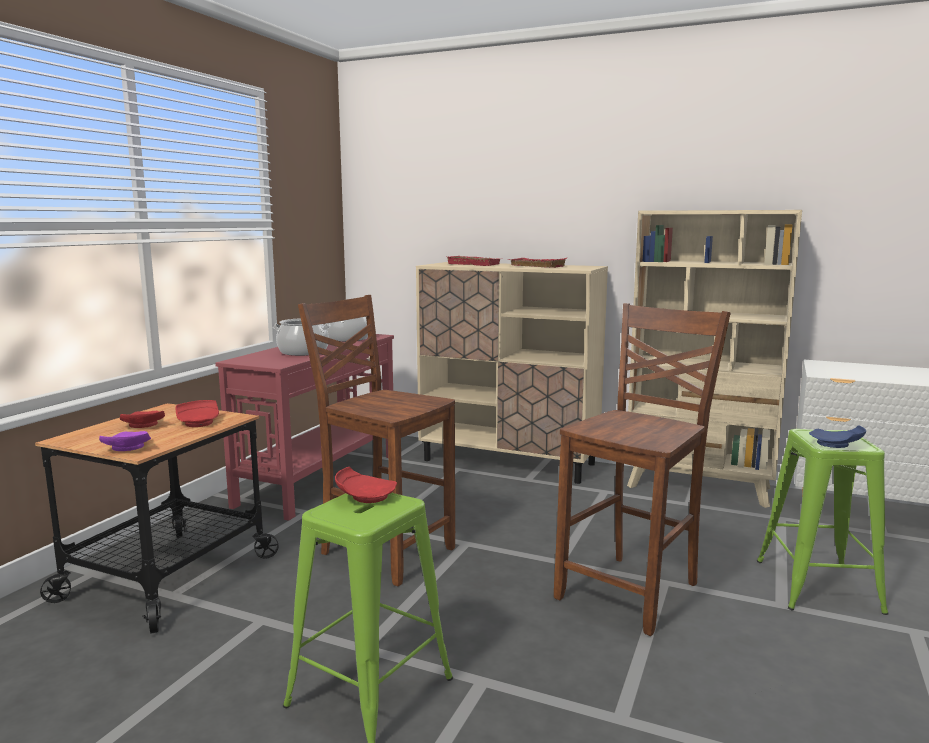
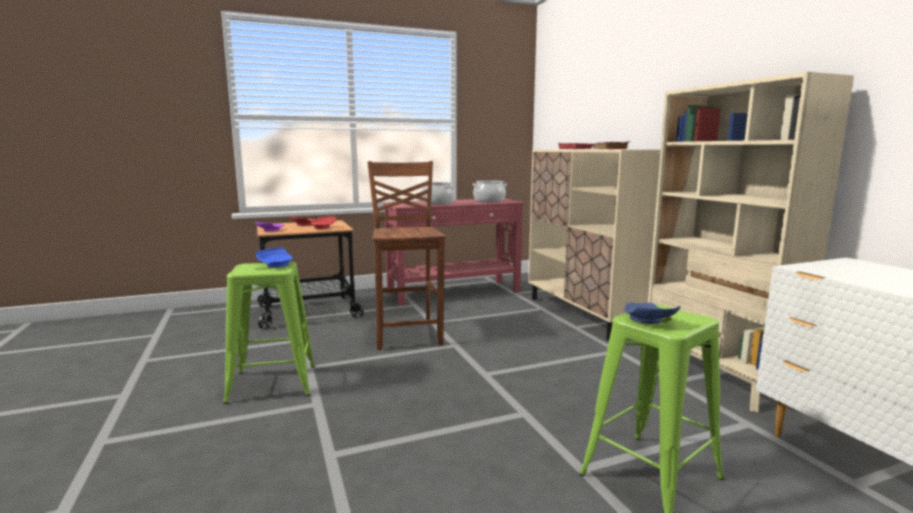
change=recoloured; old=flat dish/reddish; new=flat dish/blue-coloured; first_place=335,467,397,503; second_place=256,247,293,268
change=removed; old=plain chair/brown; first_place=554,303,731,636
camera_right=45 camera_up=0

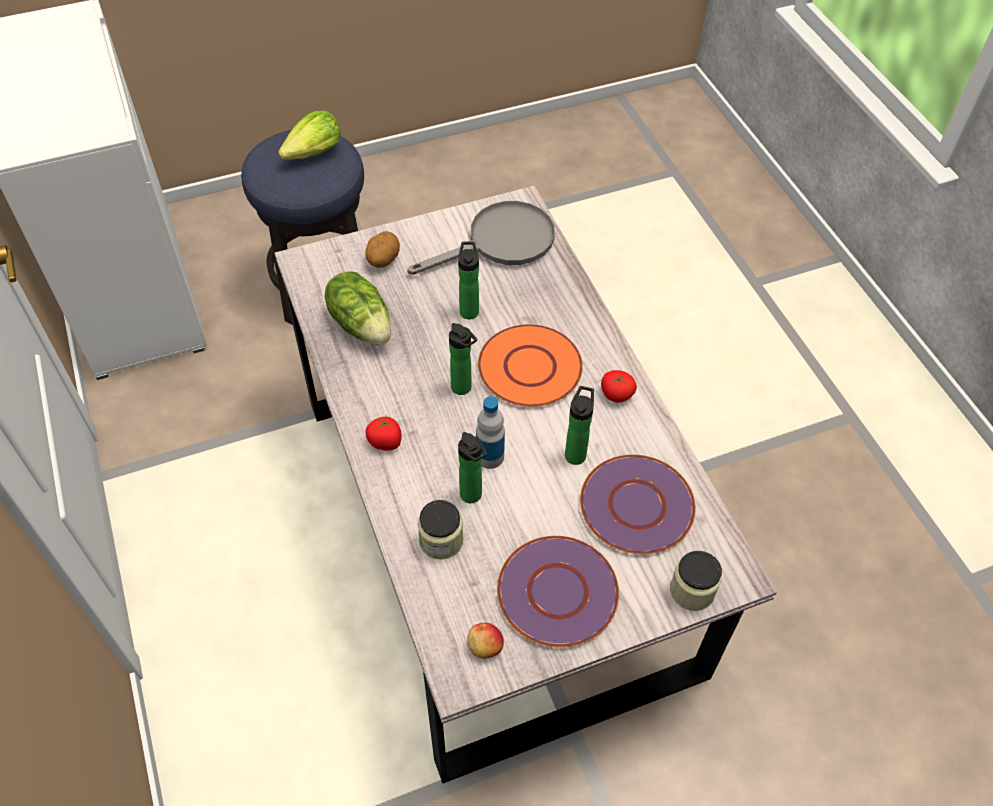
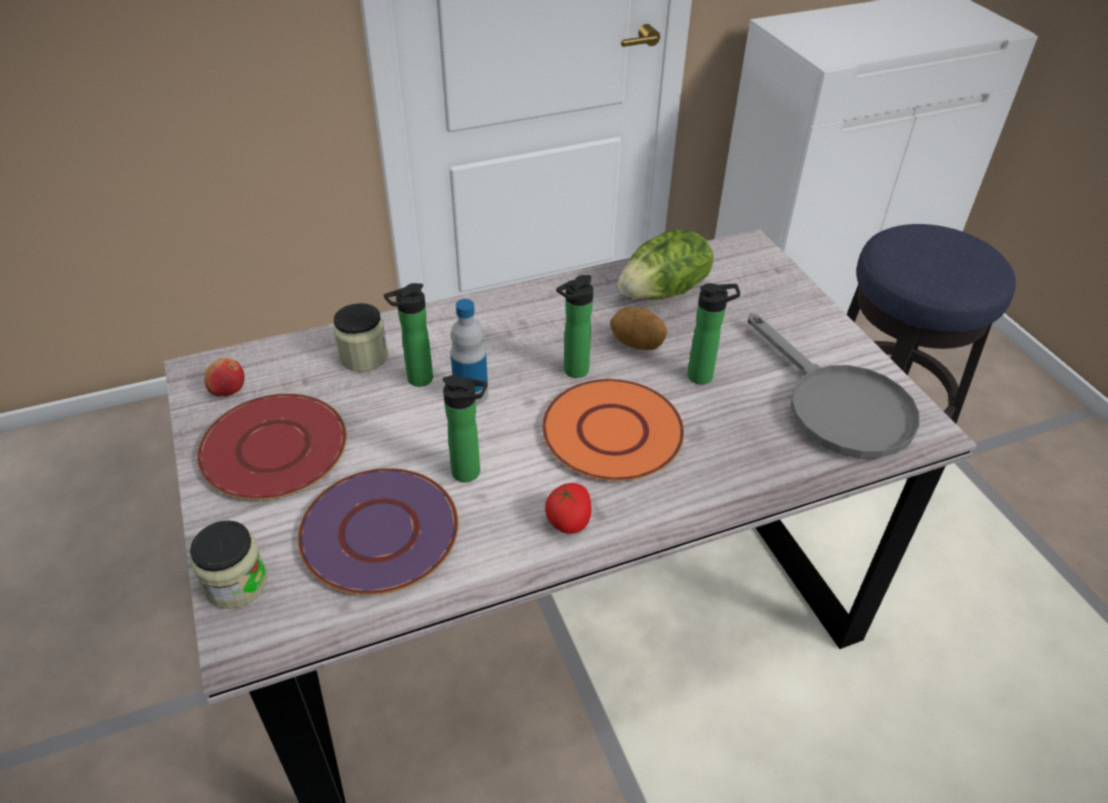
change=removed; old=lettuce head; first_place=278,110,341,160
change=moved; old=whole potato; first_place=365,231,400,268; second_place=610,307,667,350
change=removed; old=fresh tomato; first_place=365,415,401,451
change=recoloured; old=flat dish/purple; new=flat dish/reddish; first_place=497,536,619,648; second_place=197,394,347,500
camera_right=90 camera_up=-10

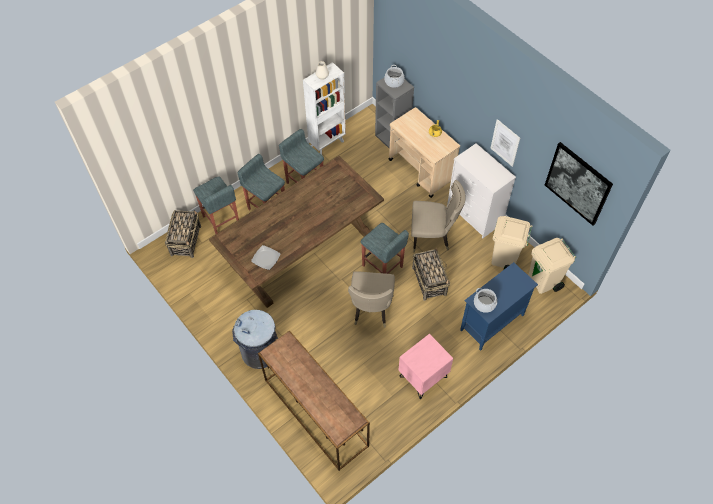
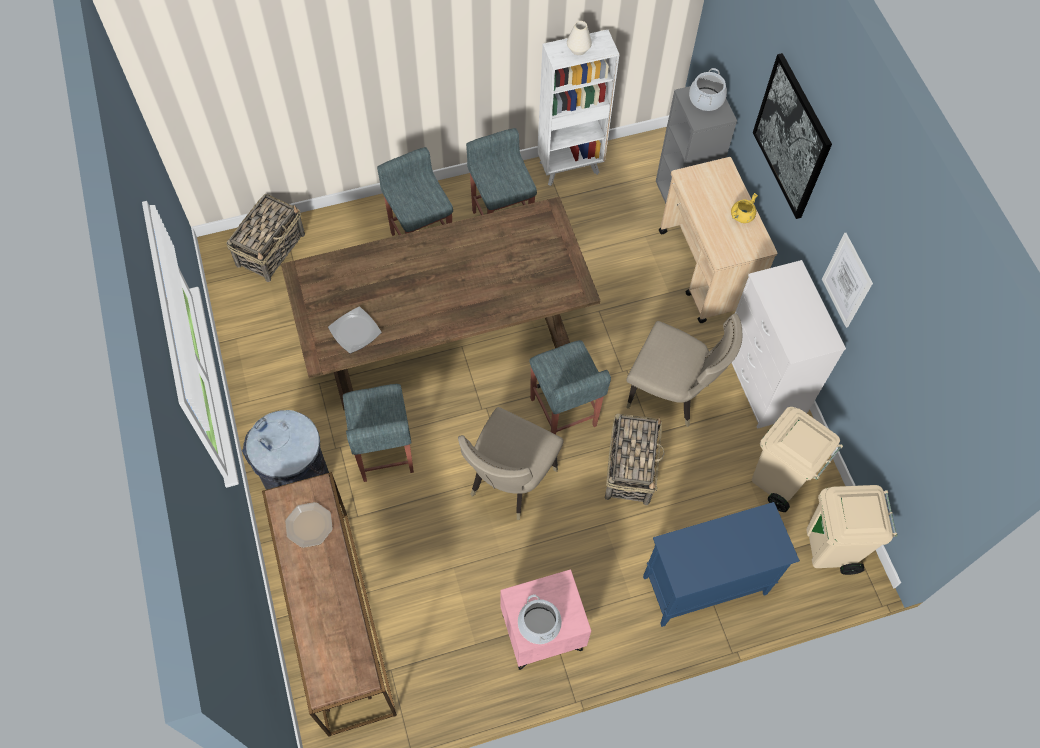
change=moved; old=sitting stool/grey; first_place=193,176,239,234; second_place=343,384,414,482
change=moved; old=saucepot; first_place=474,288,497,313; second_place=518,594,562,644
change=moved; old=picture; first_place=545,142,613,226; second_place=753,53,832,219
change=added; new=flat dish; second_place=285,502,333,548
camera_right=20 camera_up=5

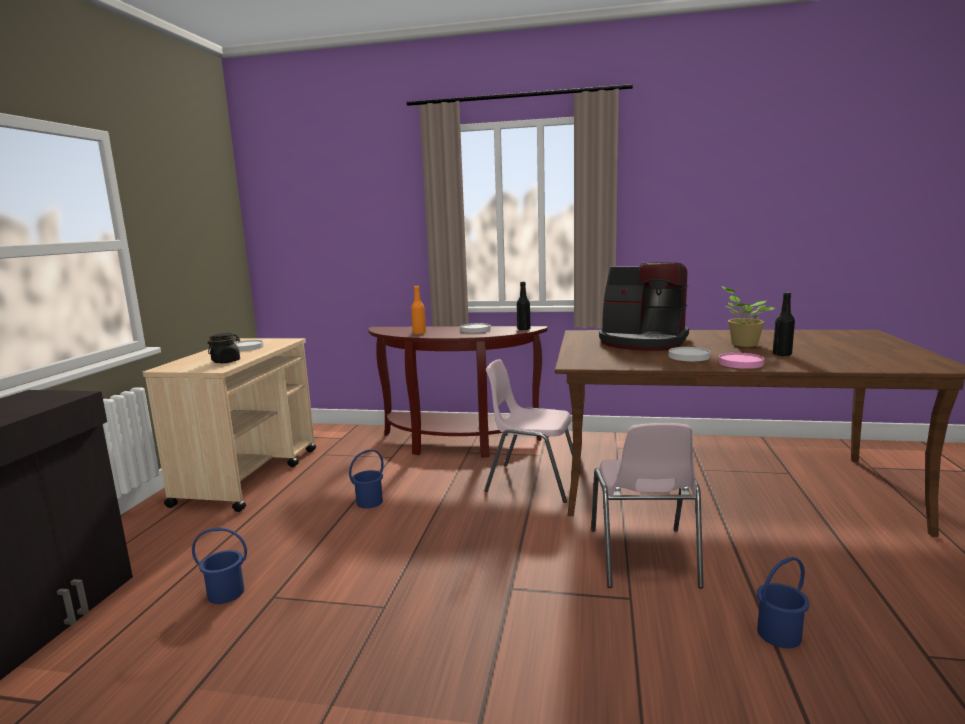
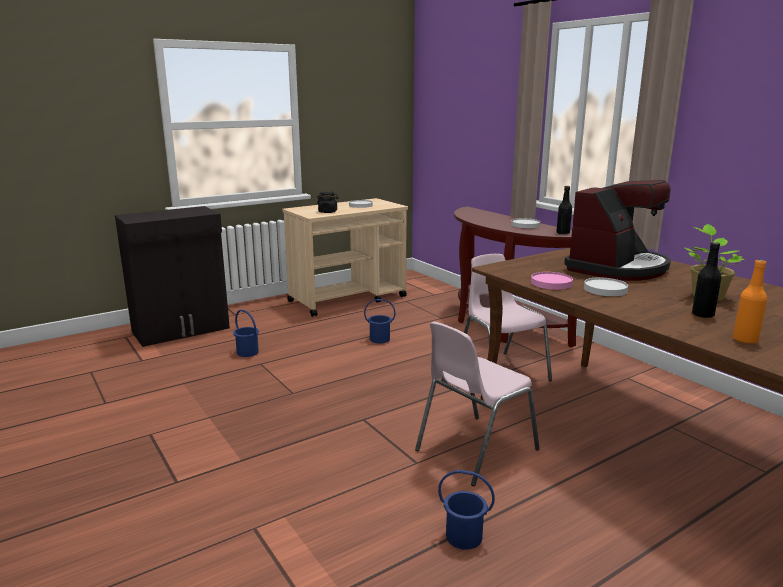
change=moved; old=bottle/orange; first_place=411,286,426,334; second_place=733,260,767,344
change=turned; old=coffee maker; first_place=599,262,689,351; second_place=564,180,671,281; degrees=-120
change=moved; old=flat dish/pinkish; first_place=719,353,764,369; second_place=531,272,573,290
camera_right=45 camera_up=5

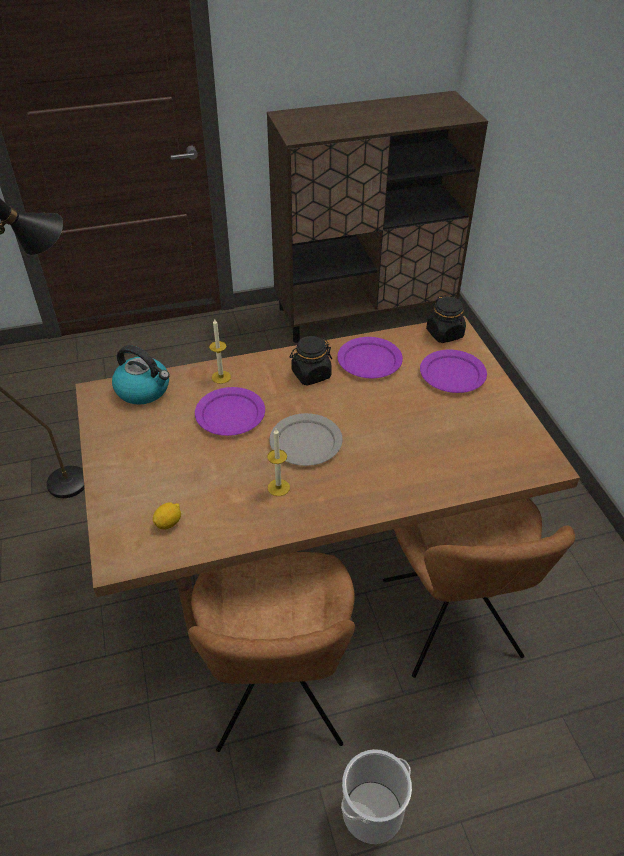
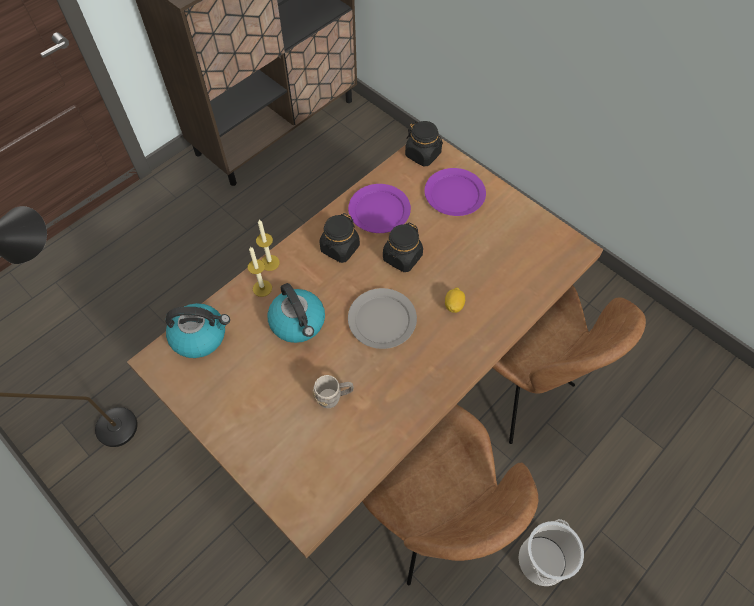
change=moved; old=whole lemon; first_place=153,502,181,530; second_place=445,287,465,313
change=replaced; old=flat dish/purple; new=water kettle; first_place=195,387,265,436; second_place=268,283,325,343
change=moved; old=candle; first_place=267,429,290,496; second_place=256,220,279,271
change=added; new=coffee mug/grey; second_place=313,375,354,408
change=added; new=preserve jar/black; second_place=383,223,423,272
camera_right=-30 camera_up=15

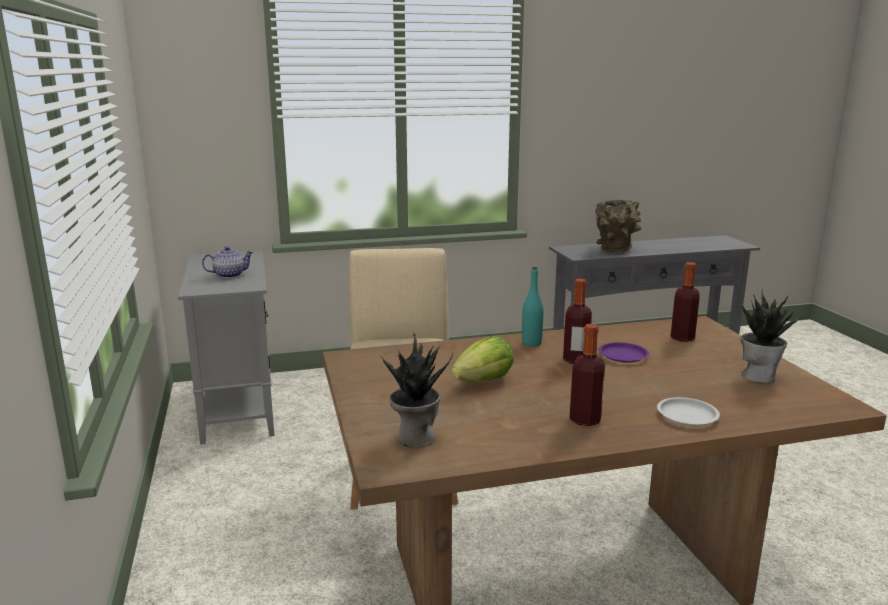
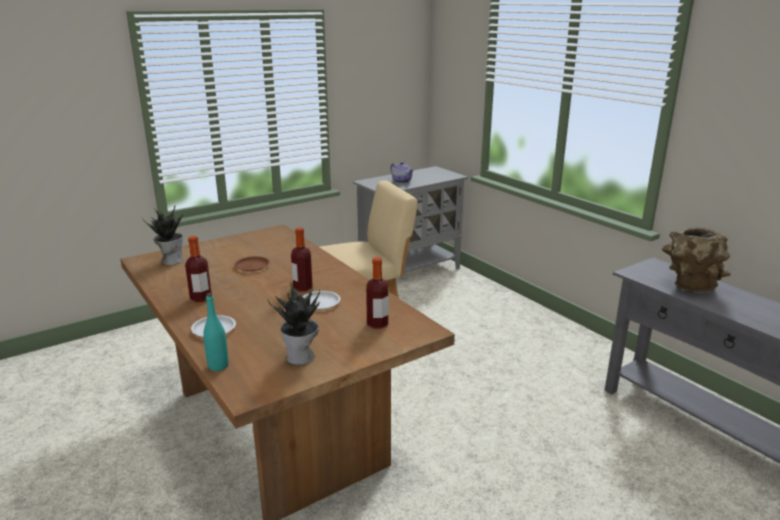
change=replaced; old=lettuce head; new=flat dish/brown; first_place=451,336,514,382; second_place=234,256,270,271
change=moved; old=bottle/turquoise; first_place=522,267,543,347; second_place=203,293,228,371
change=recoloured; old=flat dish/purple; new=flat dish/white; first_place=598,342,649,363; second_place=302,291,340,310
camera_right=70 camera_up=5

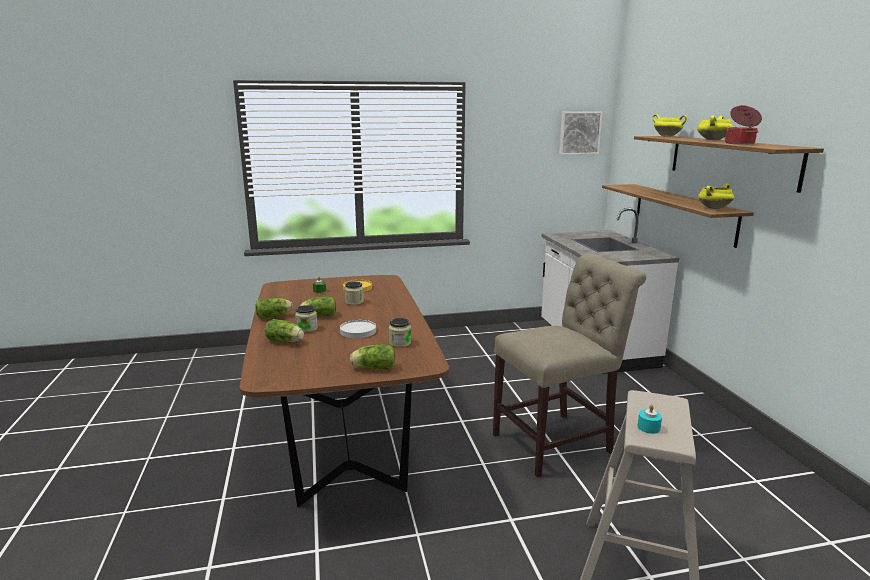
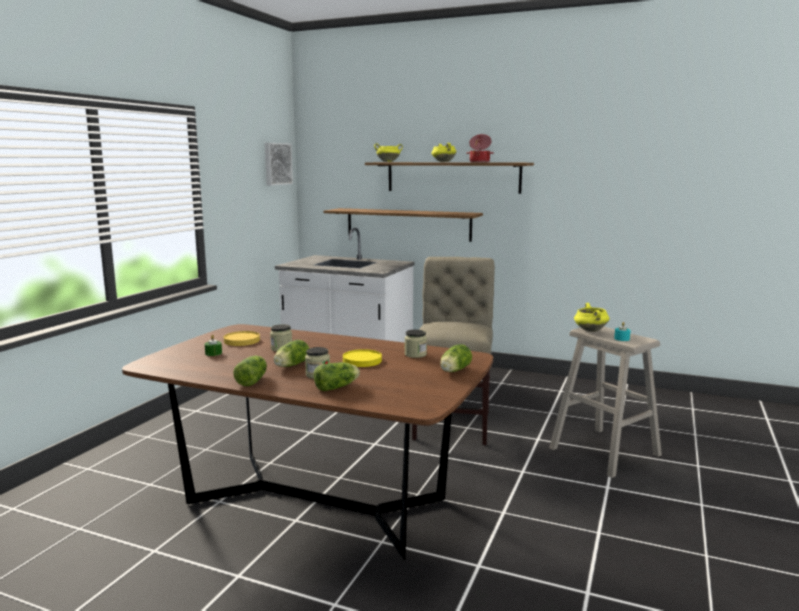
change=recoloured; old=flat dish/white; new=flat dish/yellow-coloured; first_place=340,320,376,338; second_place=343,349,382,367
change=moved; old=saucepot/yellow-coloured; first_place=698,184,734,209; second_place=574,303,609,332
camera_right=-55 camera_up=-5

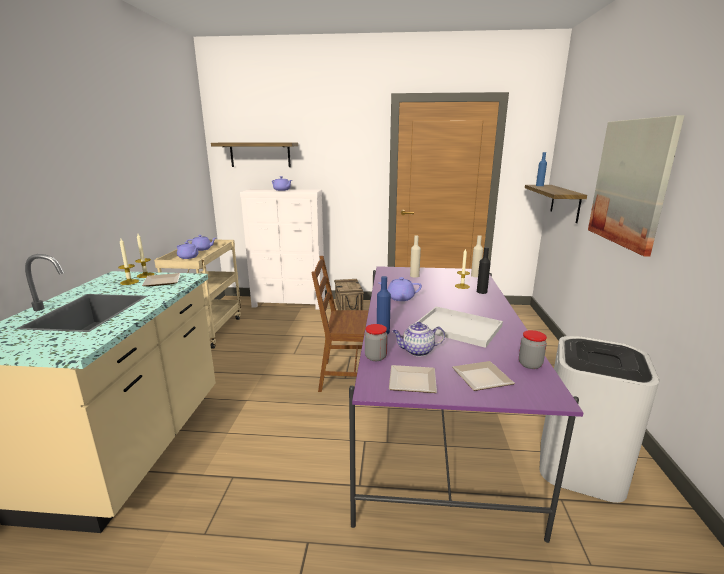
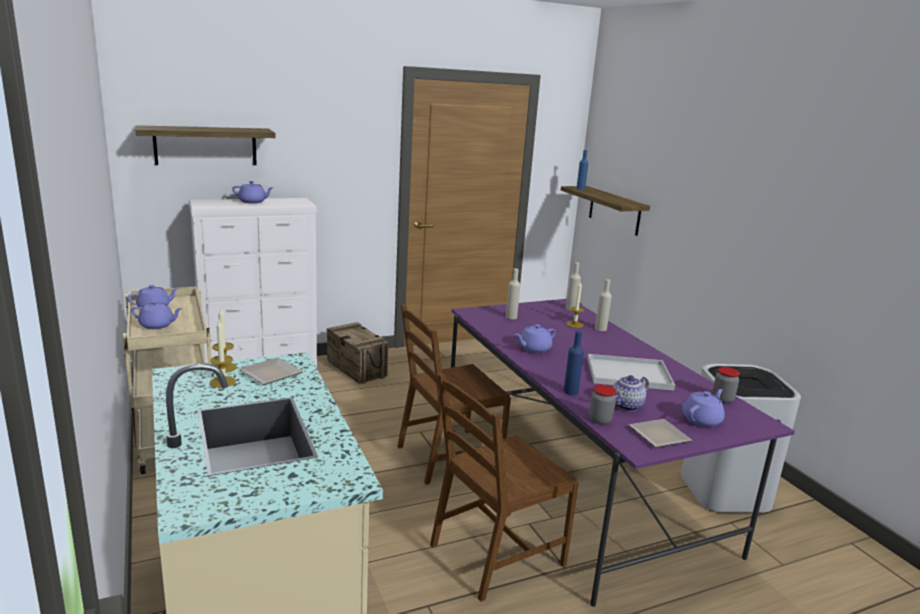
change=replaced; old=flat dish; new=teapot/purple; first_place=452,361,515,391; second_place=682,389,725,427
change=recoloured; old=bottle/black; new=bottle/sand-coloured; first_place=477,247,491,294; second_place=595,279,612,331
change=removed; old=picture; first_place=588,115,685,257
change=added; new=plain chair/brown; second_place=430,373,579,602
camera_right=-30 camera_up=0

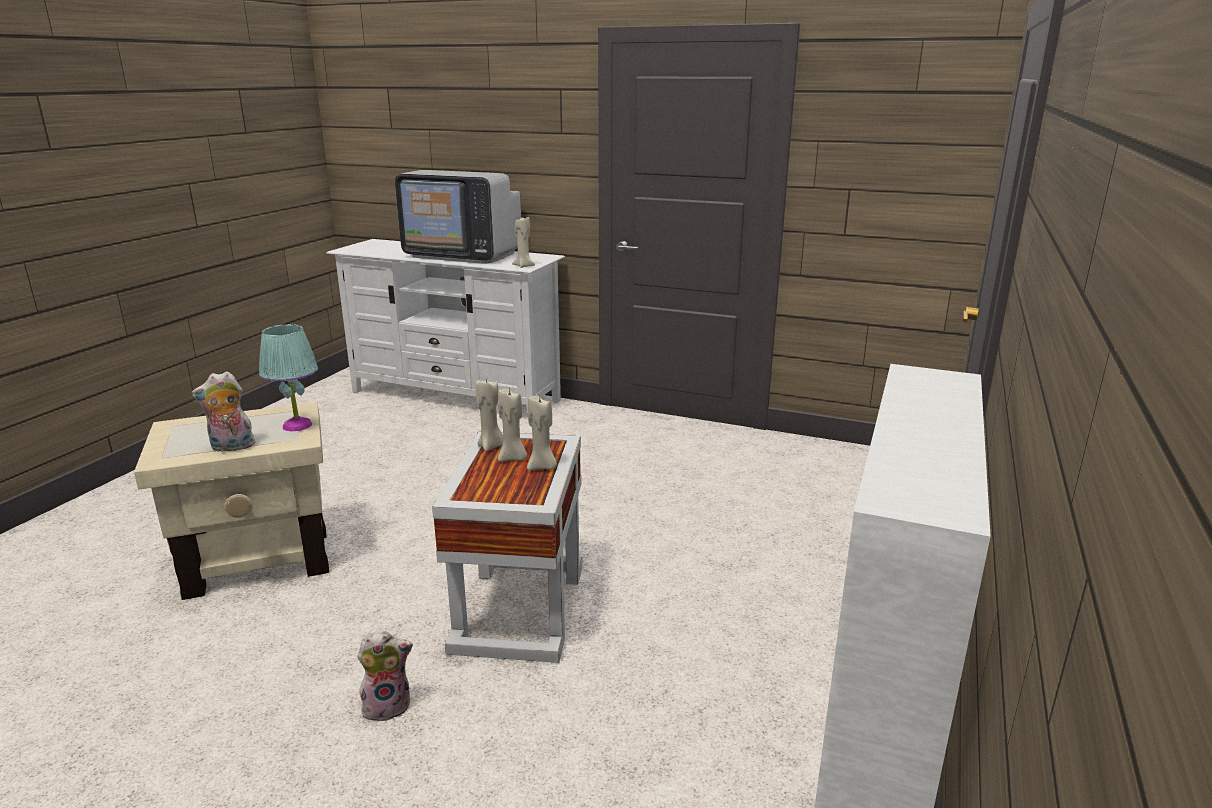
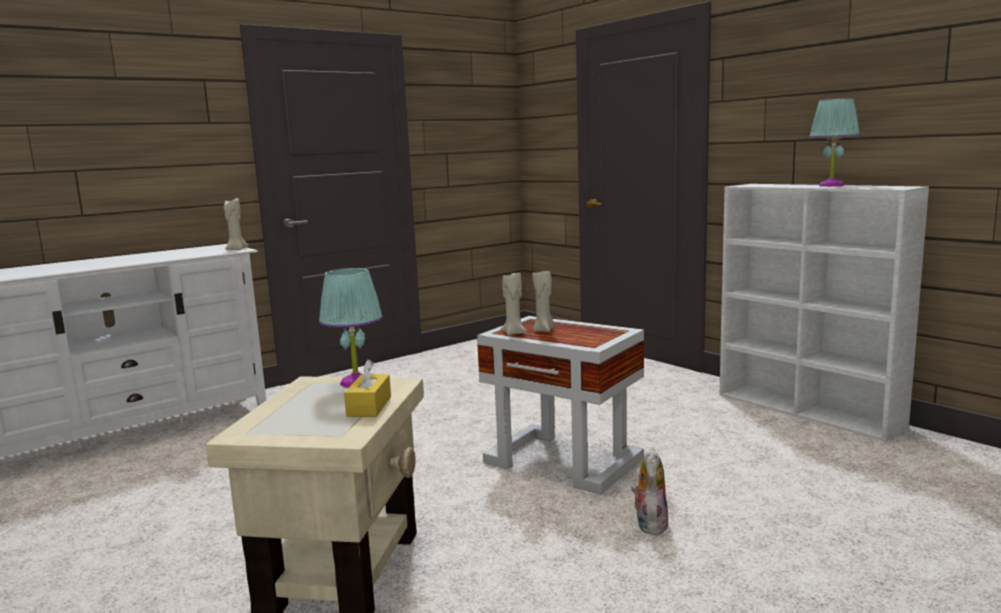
change=replaced; old=cuddly toy; new=box of tissues/yellow-coloured; first_place=192,371,255,452; second_place=344,360,391,417
change=removed; old=television; first_place=395,170,521,264
change=removed; old=candle/sand-coloured; first_place=527,395,557,470
change=added; new=lamp for a table/turquoise; second_place=810,98,860,187
camera_right=-60 camera_up=-10

